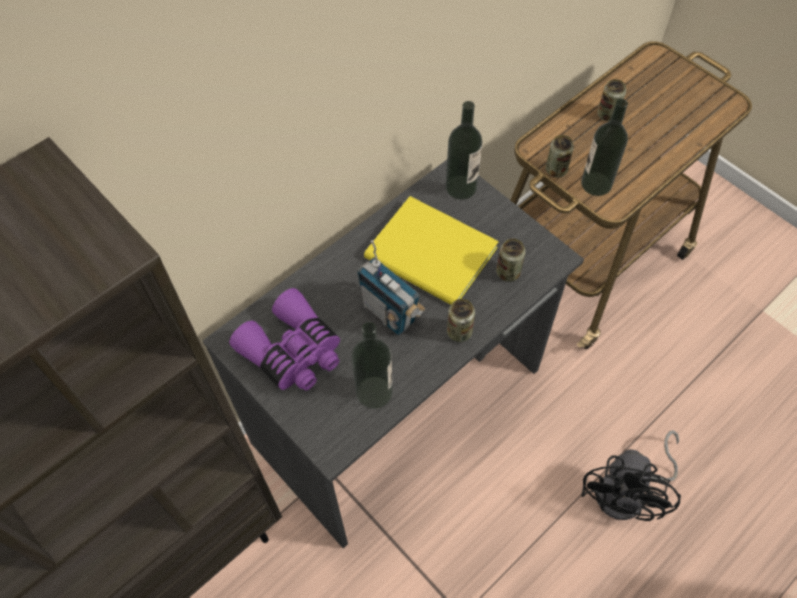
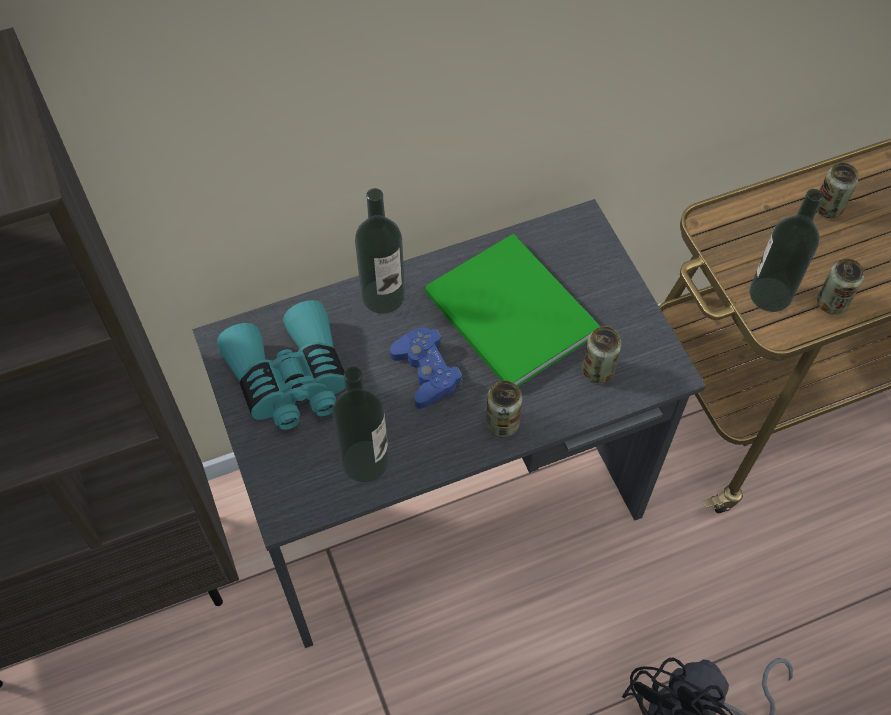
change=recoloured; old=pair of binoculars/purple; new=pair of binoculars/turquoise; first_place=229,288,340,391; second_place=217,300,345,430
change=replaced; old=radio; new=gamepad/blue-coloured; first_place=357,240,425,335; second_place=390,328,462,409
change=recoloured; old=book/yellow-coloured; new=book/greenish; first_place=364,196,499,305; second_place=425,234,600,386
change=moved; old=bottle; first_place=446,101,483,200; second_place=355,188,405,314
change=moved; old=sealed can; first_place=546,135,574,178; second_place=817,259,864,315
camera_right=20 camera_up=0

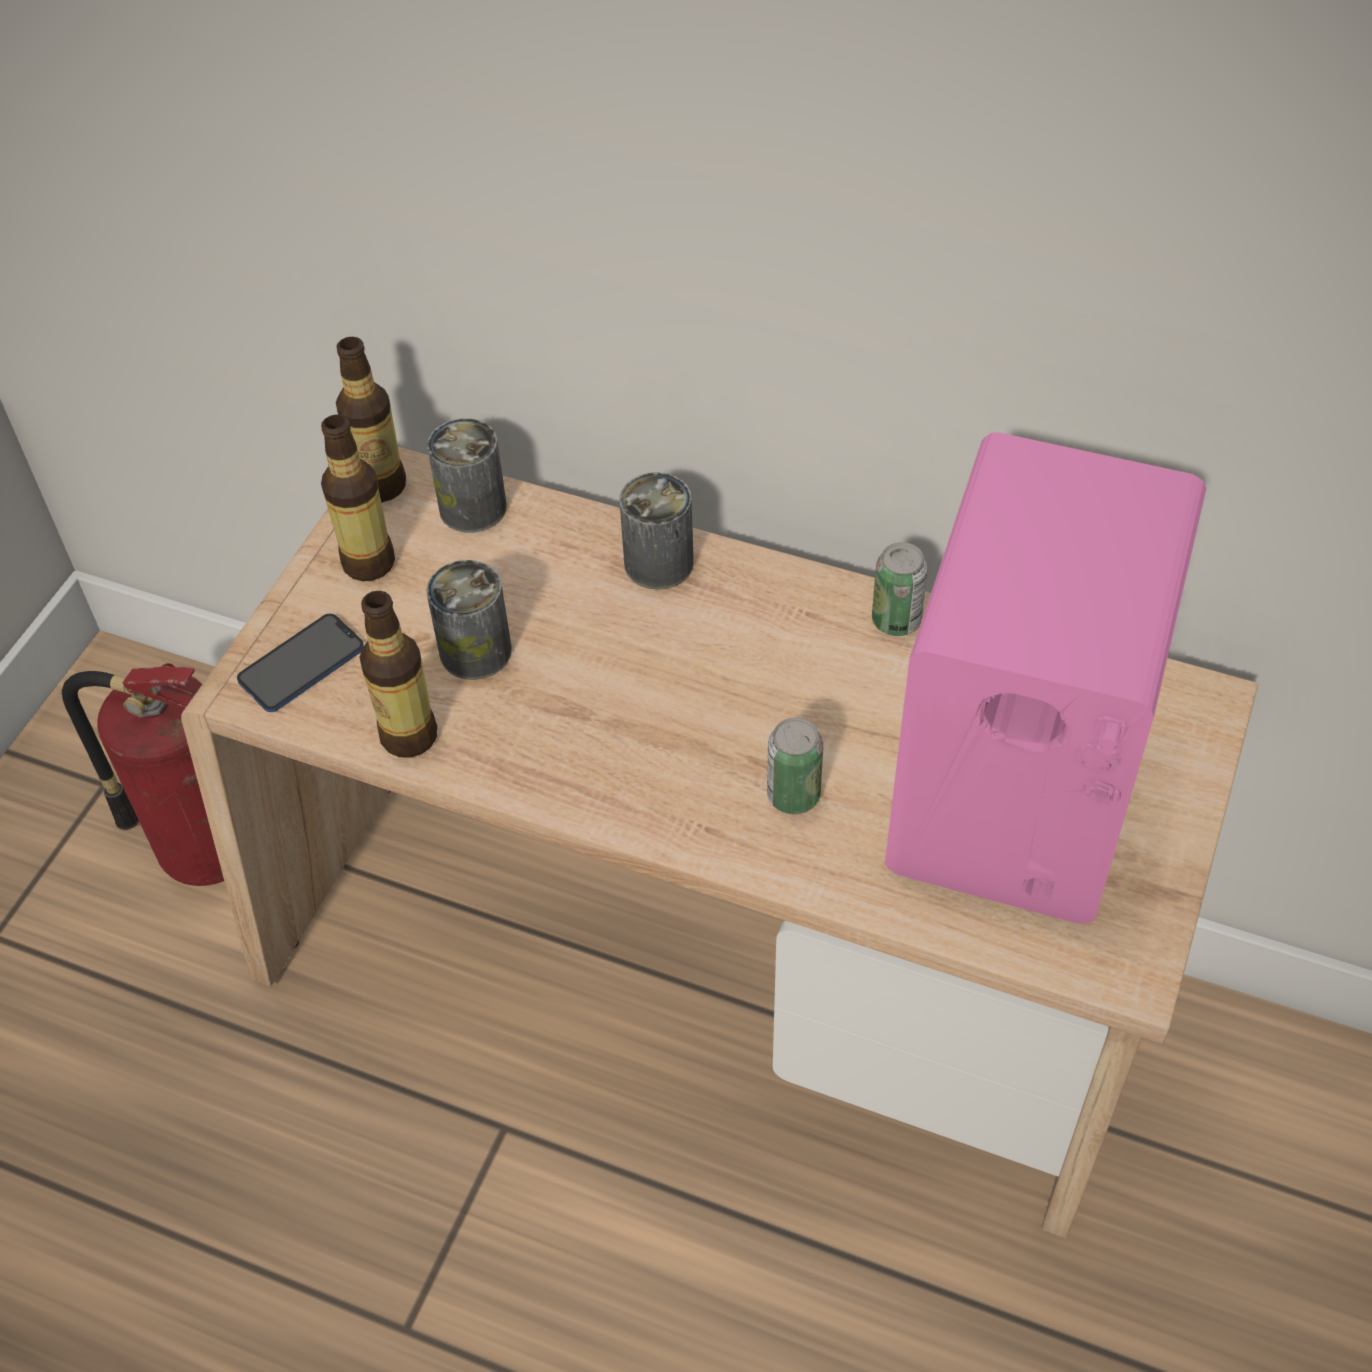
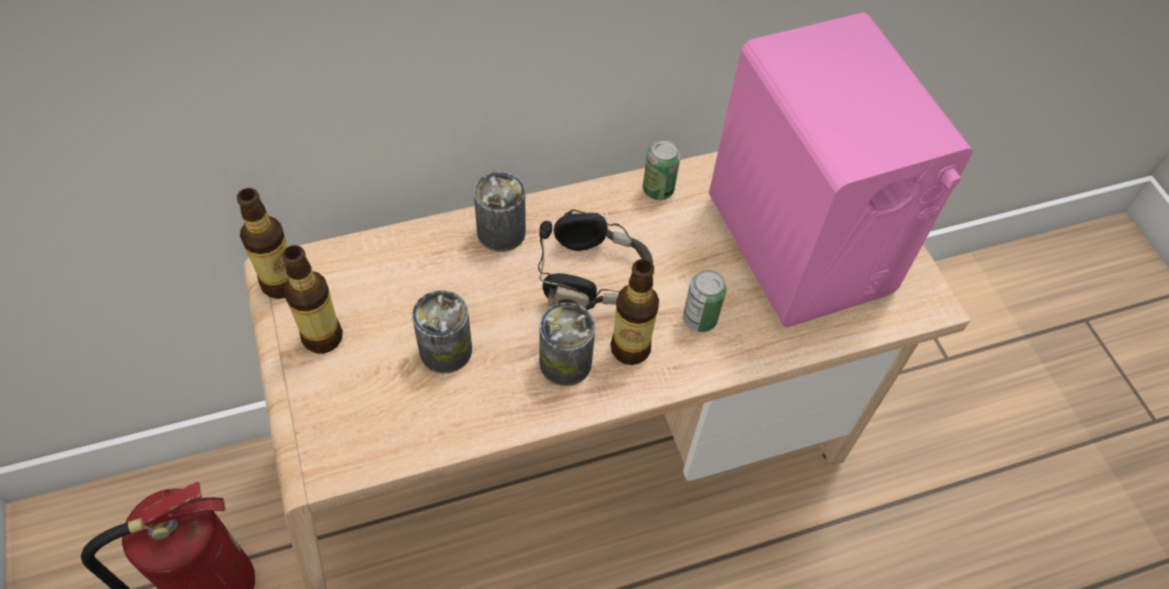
change=removed; old=phone; first_place=237,614,364,712
change=moved; old=bottle; first_place=360,591,437,758; second_place=611,259,659,365
change=moved; old=sealed can; first_place=427,418,507,533; second_place=539,303,595,386
change=added; new=pair of headphones/black; second_place=538,209,653,310
camera_right=-45 camera_up=5

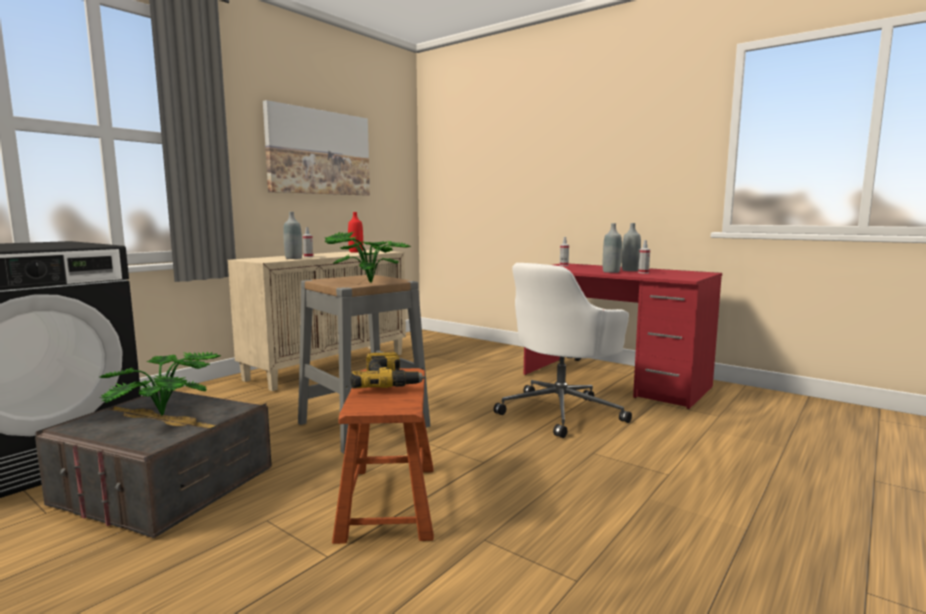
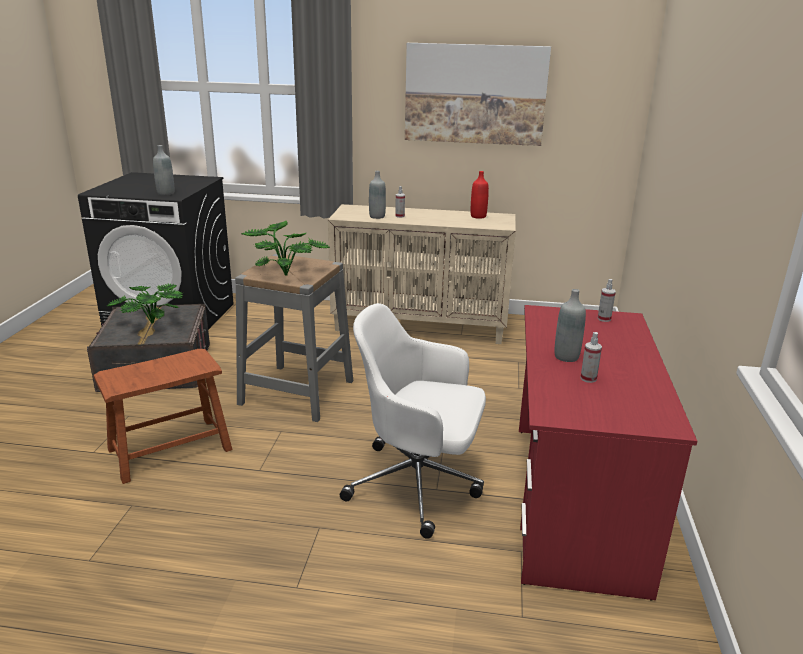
change=removed; old=electric drill; first_place=350,352,425,388
change=moved; old=bottle/grey; first_place=622,223,641,271; second_place=153,145,174,195
camera_right=60 camera_up=15

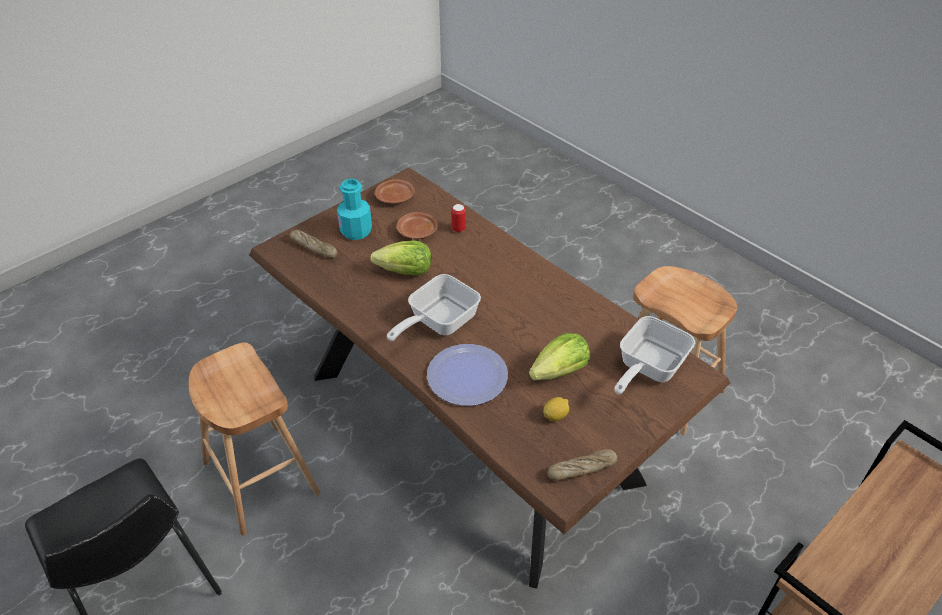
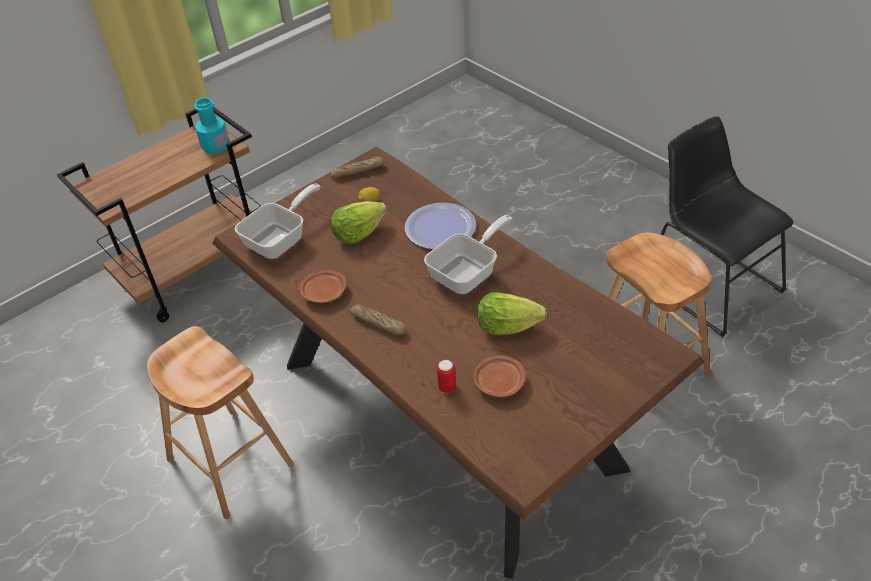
change=moved; old=bread; first_place=290,230,338,259; second_place=350,304,406,335
change=moved; old=bottle/turquoise; first_place=337,179,372,240; second_place=194,98,230,154
change=moved; old=flat dish/brown; first_place=375,179,415,204; second_place=299,270,347,303
camera_right=-175 camera_up=0

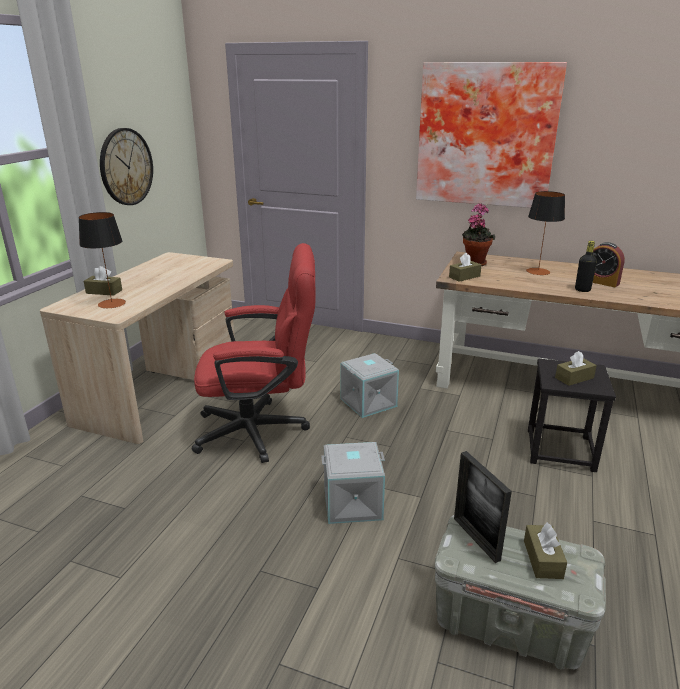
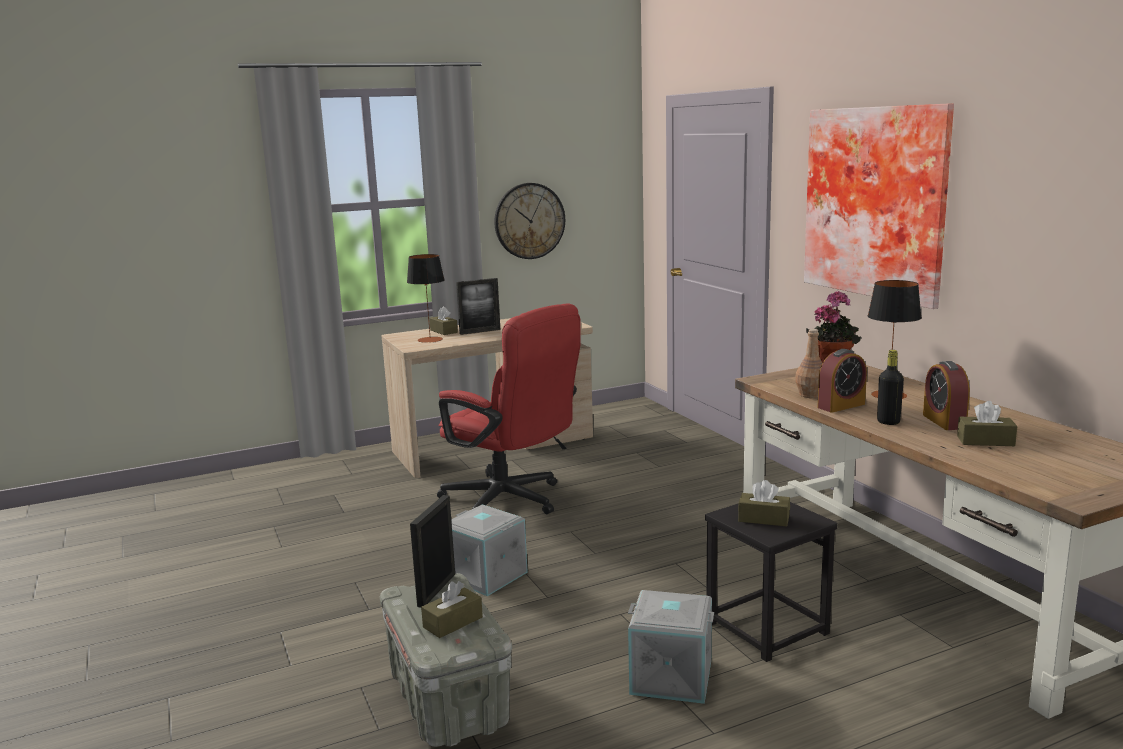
change=moved; old=storage bin/grey; first_place=341,353,399,418; second_place=628,590,714,704
change=moved; old=box of tissues/brown; first_place=449,253,482,282; second_place=957,401,1017,446
change=added; new=picture frame; second_place=456,278,501,335
change=added; new=bottle/brown; second_place=795,329,822,398
change=added; new=alarm clock; second_place=818,349,867,412
camera_right=45 camera_up=-10

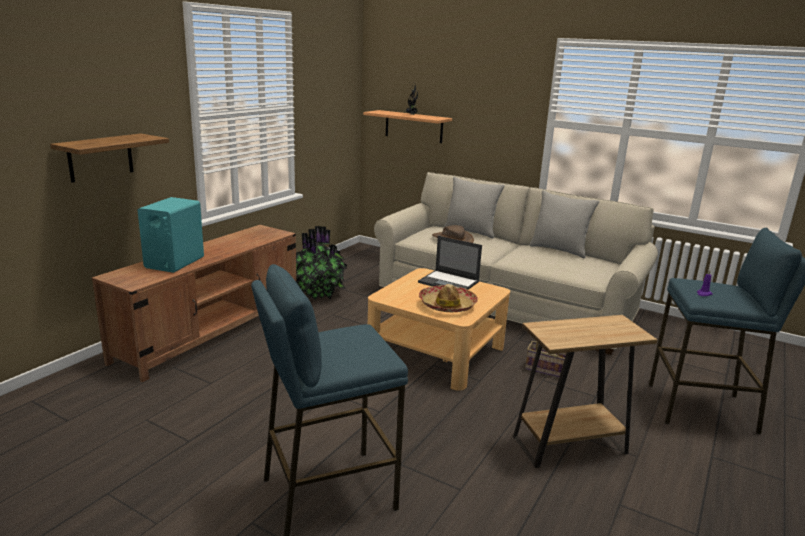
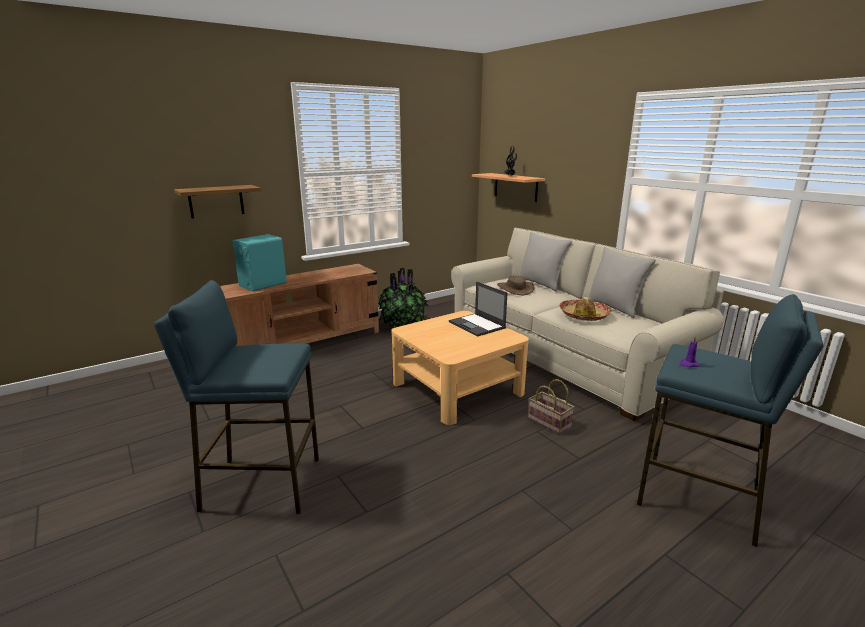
change=moved; old=wearable hat; first_place=419,284,478,312; second_place=559,297,612,321
change=removed; old=end table/brown; first_place=513,315,658,468
camera_right=25 camera_up=0

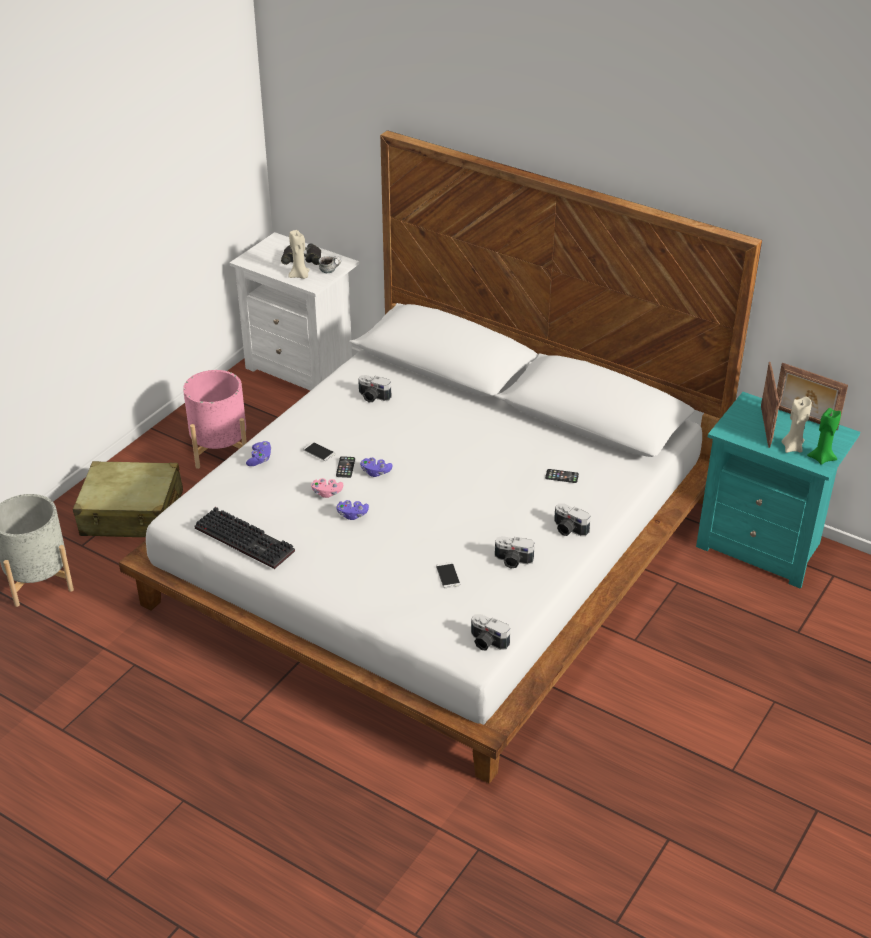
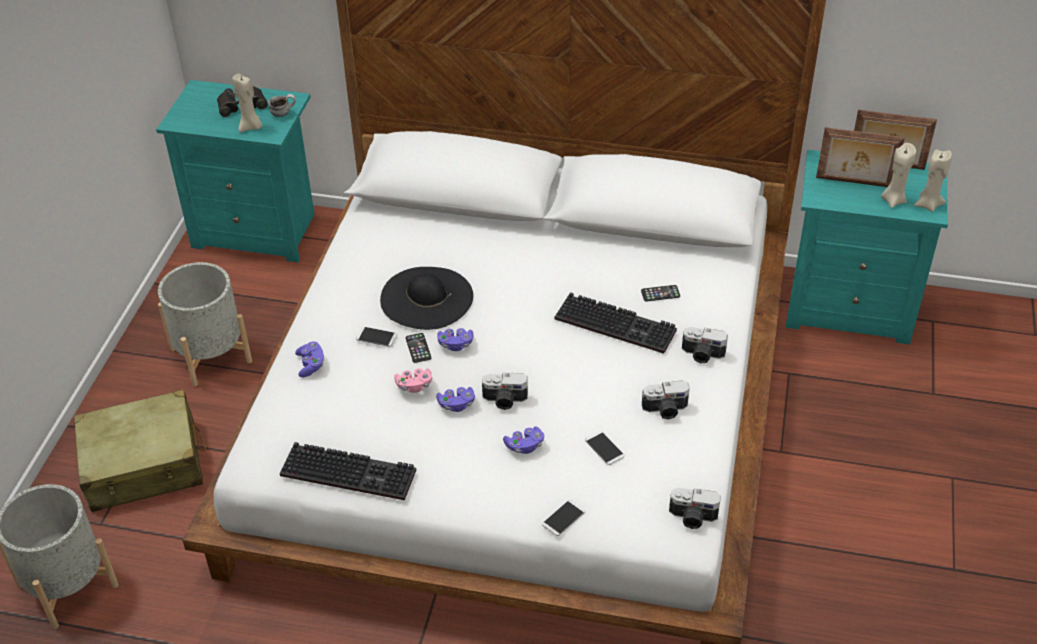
change=recoloured; old=flower pot/pinkish; new=flower pot/grey; first_place=183,370,247,469; second_place=158,262,252,386
change=recoloured; old=bedside table/white; new=bedside table/turquoise; first_place=230,232,359,391; second_place=156,80,314,263
change=moved; old=still camera; first_place=358,375,392,402; second_place=482,373,528,410
change=turned; old=picture frame; first_place=761,362,779,448; second_place=816,127,905,187; degrees=120
change=recoloured; old=candle/greenish; new=candle/sand-coloured; first_place=807,408,841,465; second_place=914,150,952,212
change=added; new=wearable hat/black; second_place=380,267,473,330
change=added; new=gamepad/purple; second_place=503,427,544,454
change=added; new=phone; second_place=542,500,585,536
change=added; new=keyboard; second_place=555,292,677,354
camera_right=-20 camera_up=5

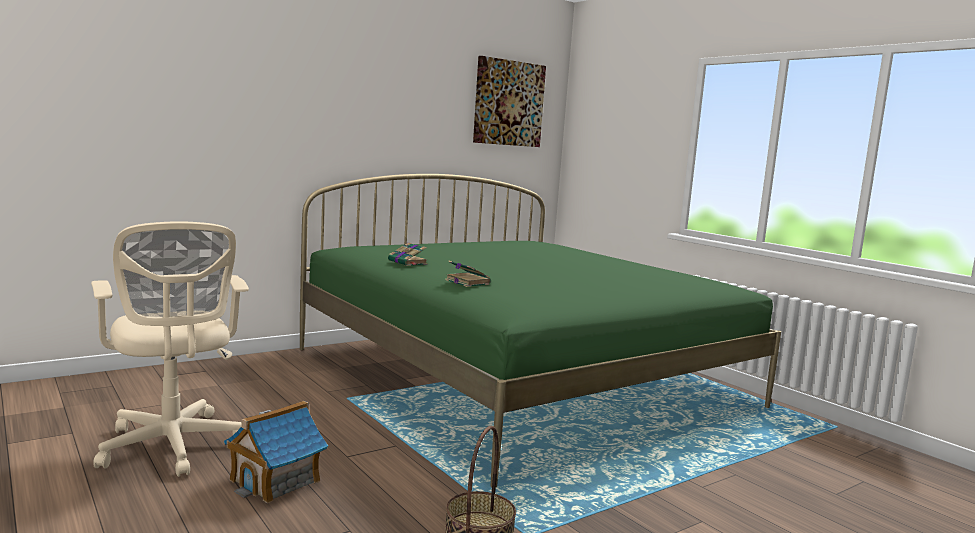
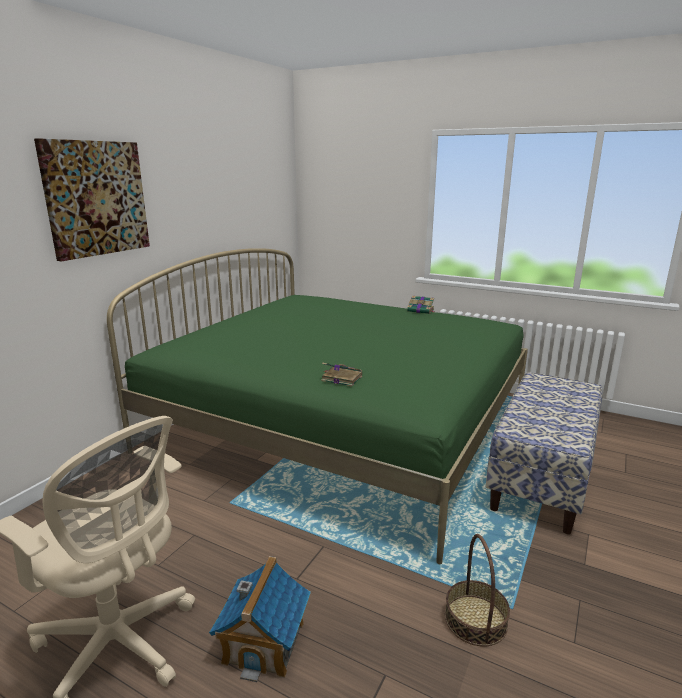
change=moved; old=book; first_place=388,243,428,266; second_place=407,296,435,314
change=moved; old=picture; first_place=473,56,546,147; second_place=34,138,150,261
change=added; new=bench; second_place=486,372,603,534
camera_right=-25 camera_up=10

